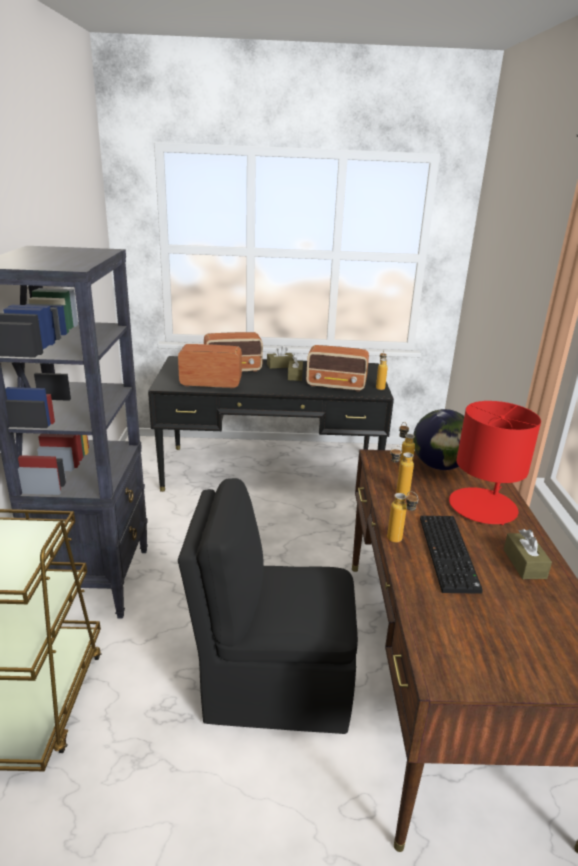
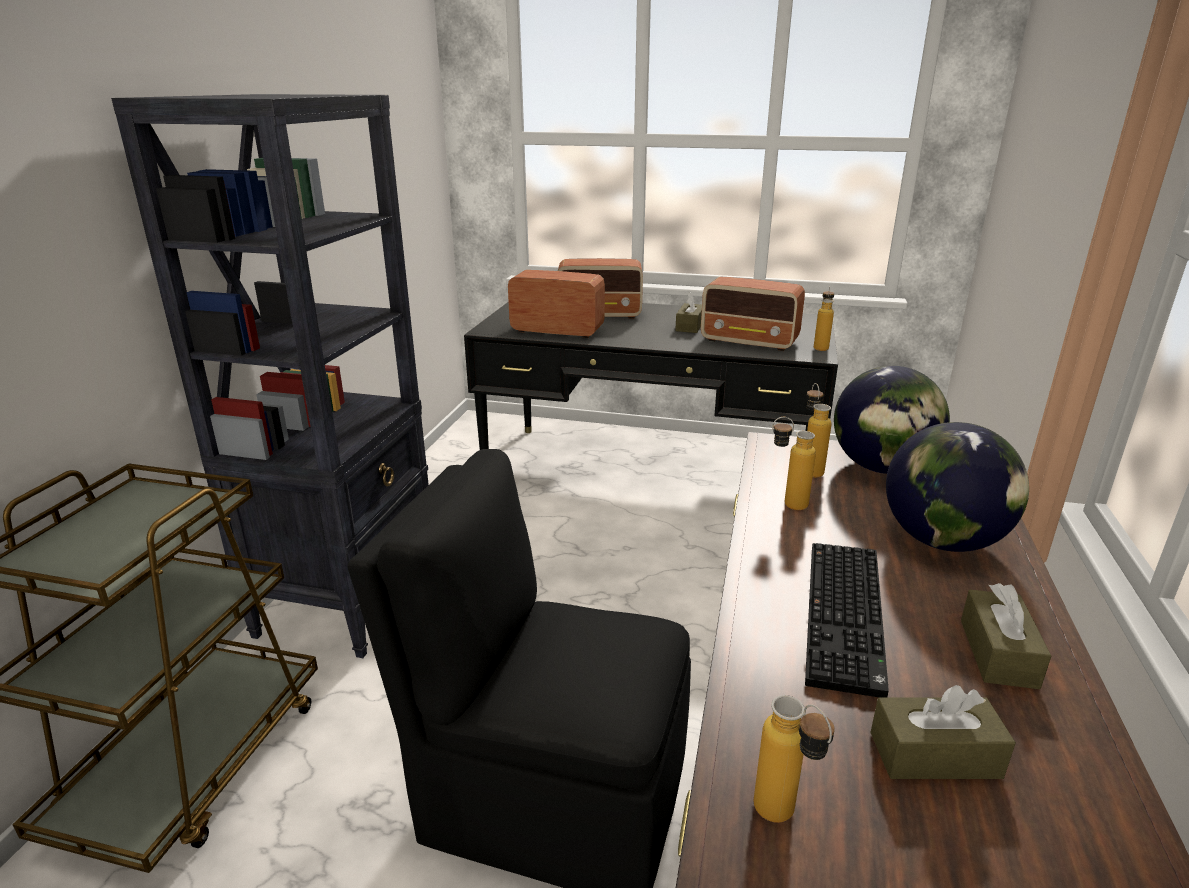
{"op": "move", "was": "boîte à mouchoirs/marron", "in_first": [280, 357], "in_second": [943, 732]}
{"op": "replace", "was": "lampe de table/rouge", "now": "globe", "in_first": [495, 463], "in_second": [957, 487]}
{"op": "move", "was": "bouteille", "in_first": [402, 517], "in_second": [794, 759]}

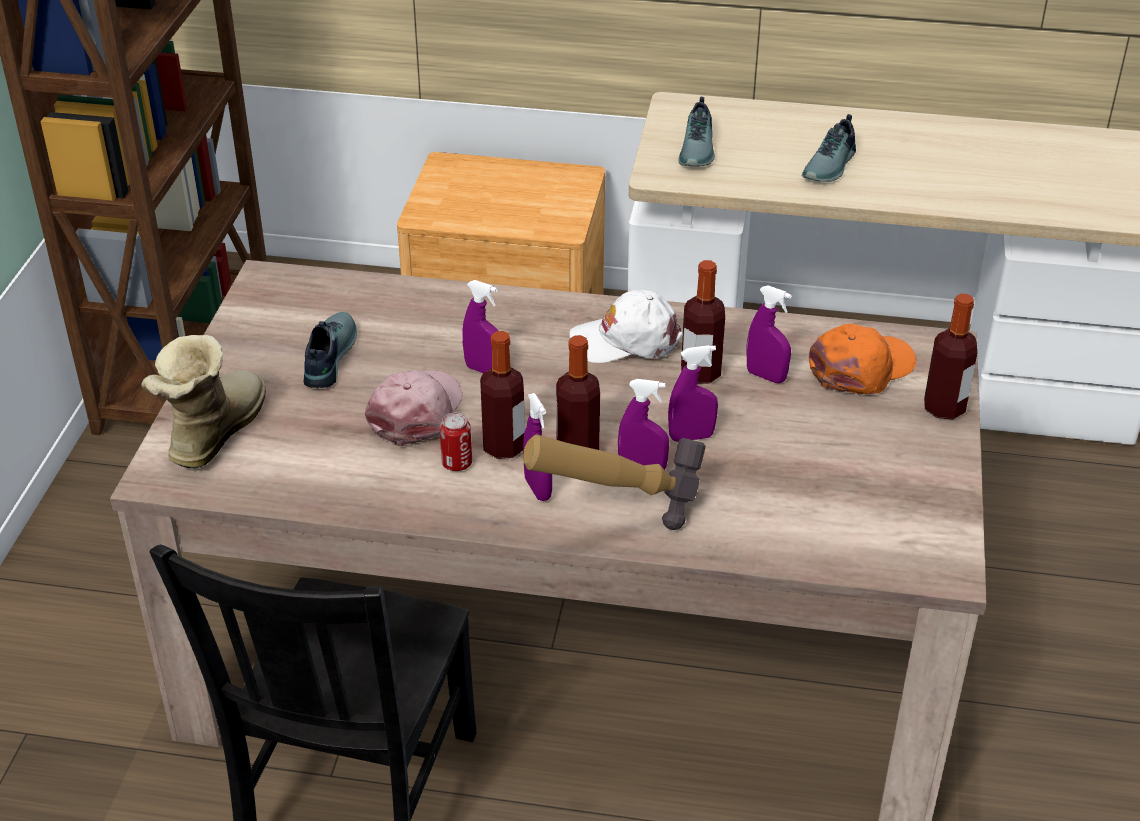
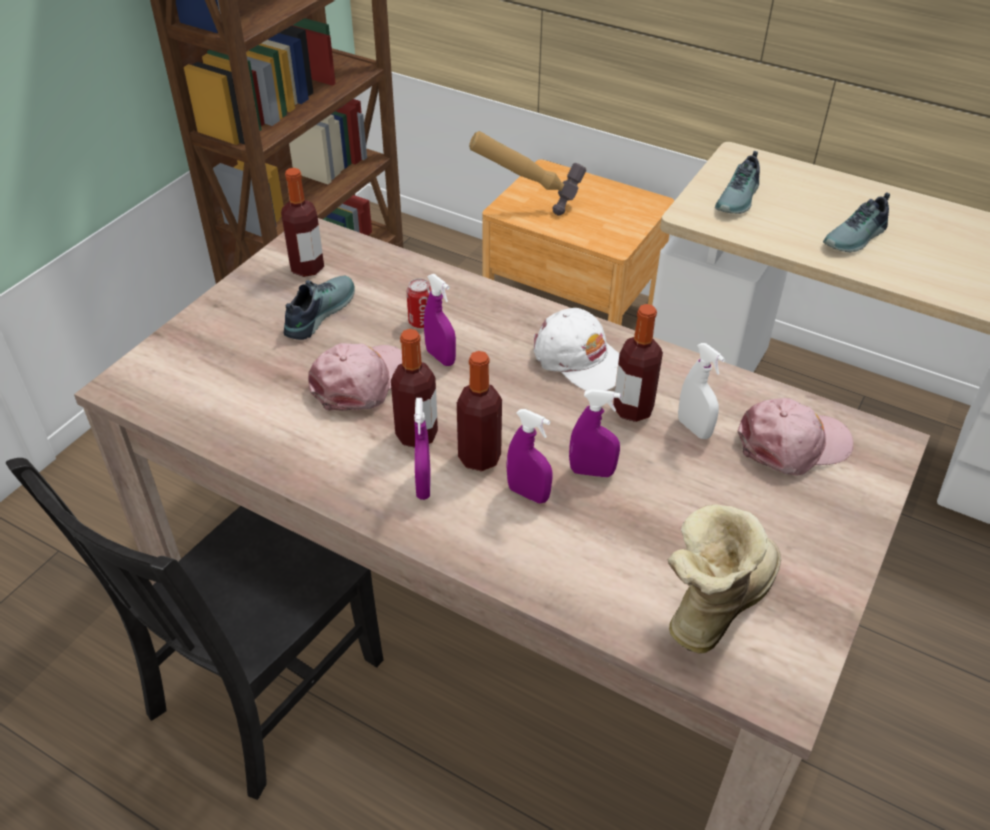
{"op": "recolor", "was": "vaporisateur/violet", "now": "vaporisateur/blanc", "in_first": [769, 334], "in_second": [701, 391]}
{"op": "rotate", "was": "casquette/blanc", "in_first": [626, 326], "in_second": [576, 349], "clockwise": -150}
{"op": "move", "was": "bouteille", "in_first": [950, 356], "in_second": [302, 222]}
{"op": "recolor", "was": "casquette/orange", "now": "casquette/rose", "in_first": [862, 359], "in_second": [795, 437]}
{"op": "move", "was": "botte", "in_first": [203, 401], "in_second": [724, 578]}
{"op": "move", "was": "boîte métallique", "in_first": [456, 442], "in_second": [419, 303]}
{"op": "move", "was": "marteau", "in_first": [614, 482], "in_second": [527, 173]}

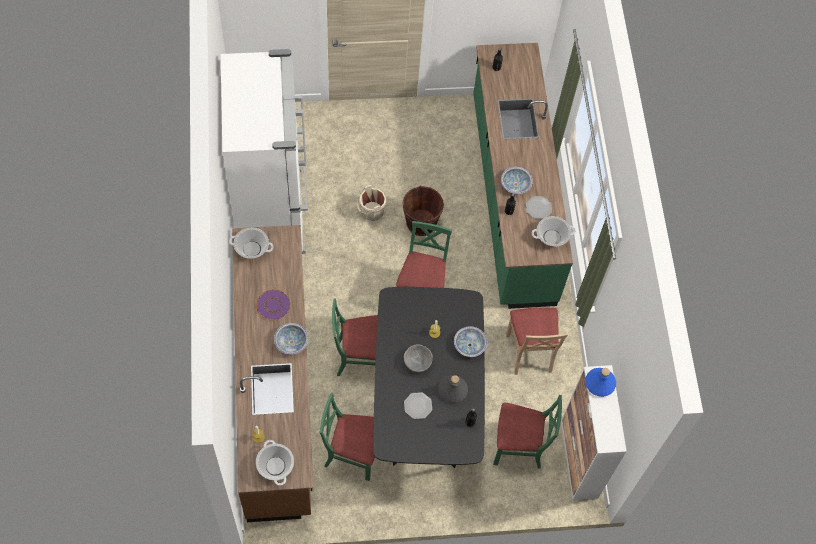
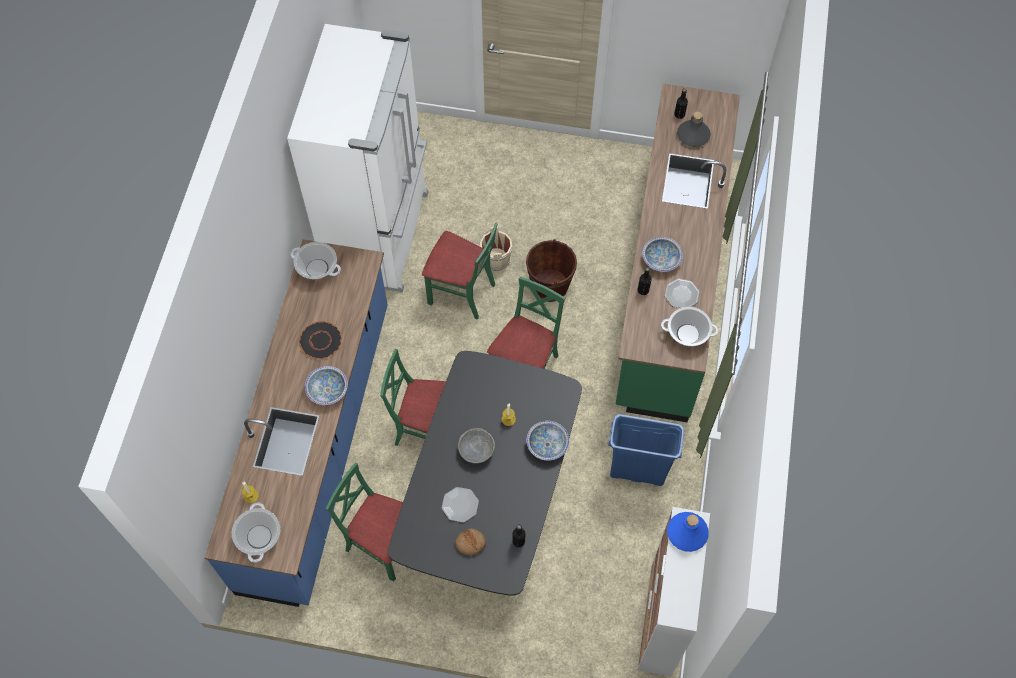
{"op": "recolor", "was": "comptoir de cuisine/marron", "now": "comptoir de cuisine/bleu", "in_first": [273, 373], "in_second": [296, 423]}
{"op": "recolor", "was": "assiette/violet", "now": "assiette/noir", "in_first": [273, 304], "in_second": [320, 340]}
{"op": "replace", "was": "chaise/beige", "now": "poubelle/bleu", "in_first": [537, 341], "in_second": [646, 450]}
{"op": "move", "was": "bouteille/gris", "in_first": [453, 389], "in_second": [694, 129]}
{"op": "move", "was": "chaise/vert", "in_first": [527, 432], "in_second": [460, 271]}
{"op": "insert", "now": "pain", "in_second": [470, 541]}

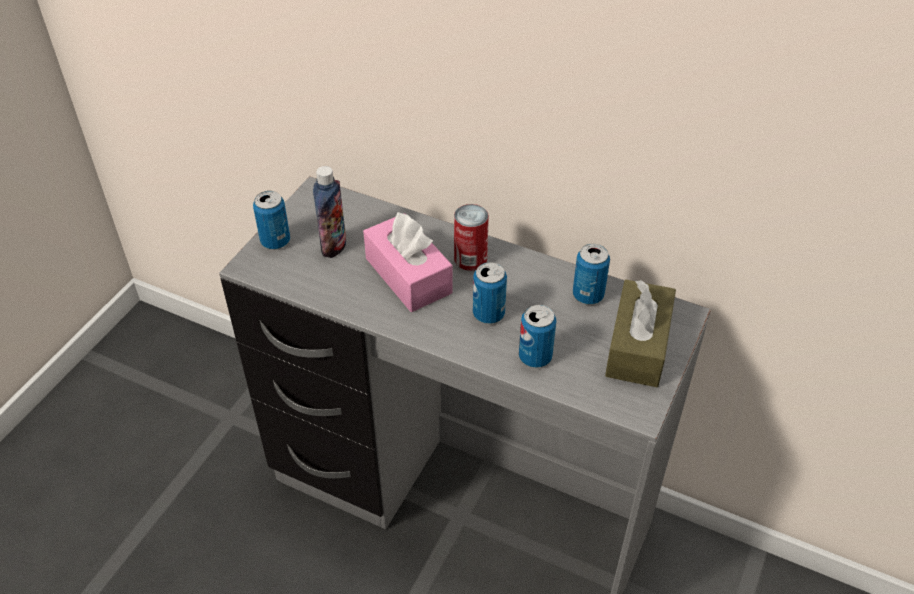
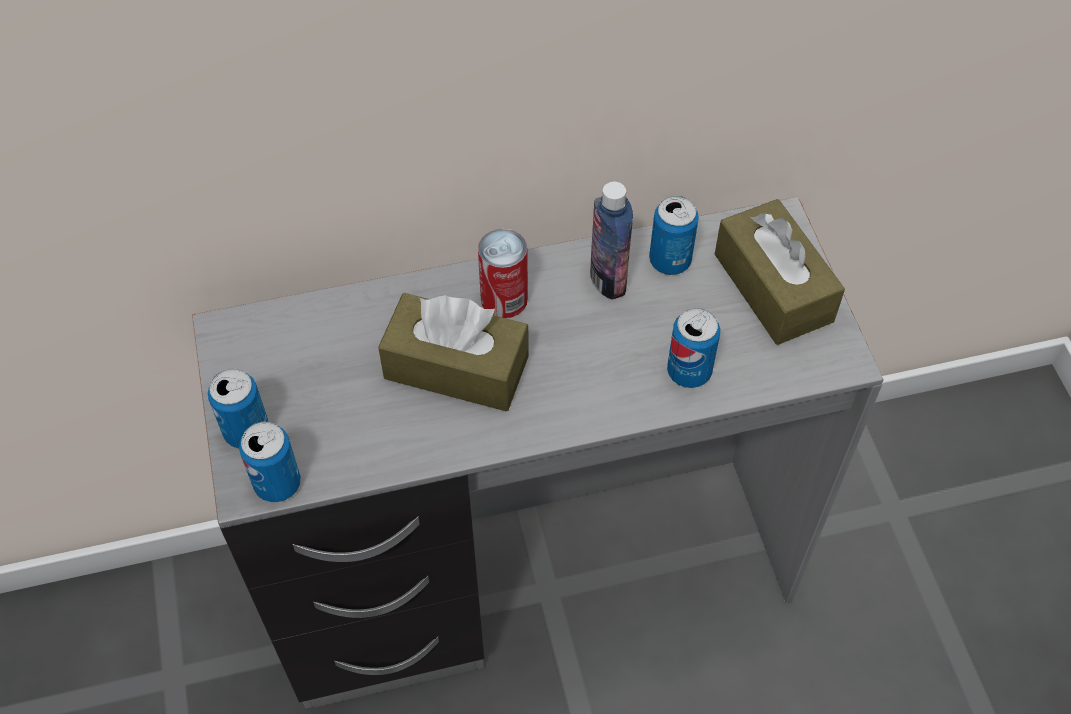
{"op": "move", "was": "bouteille", "in_first": [329, 212], "in_second": [611, 241]}
{"op": "recolor", "was": "boîte à mouchoirs/rose", "now": "boîte à mouchoirs/marron", "in_first": [408, 262], "in_second": [453, 352]}
{"op": "move", "was": "boîte métallique", "in_first": [490, 293], "in_second": [270, 462]}

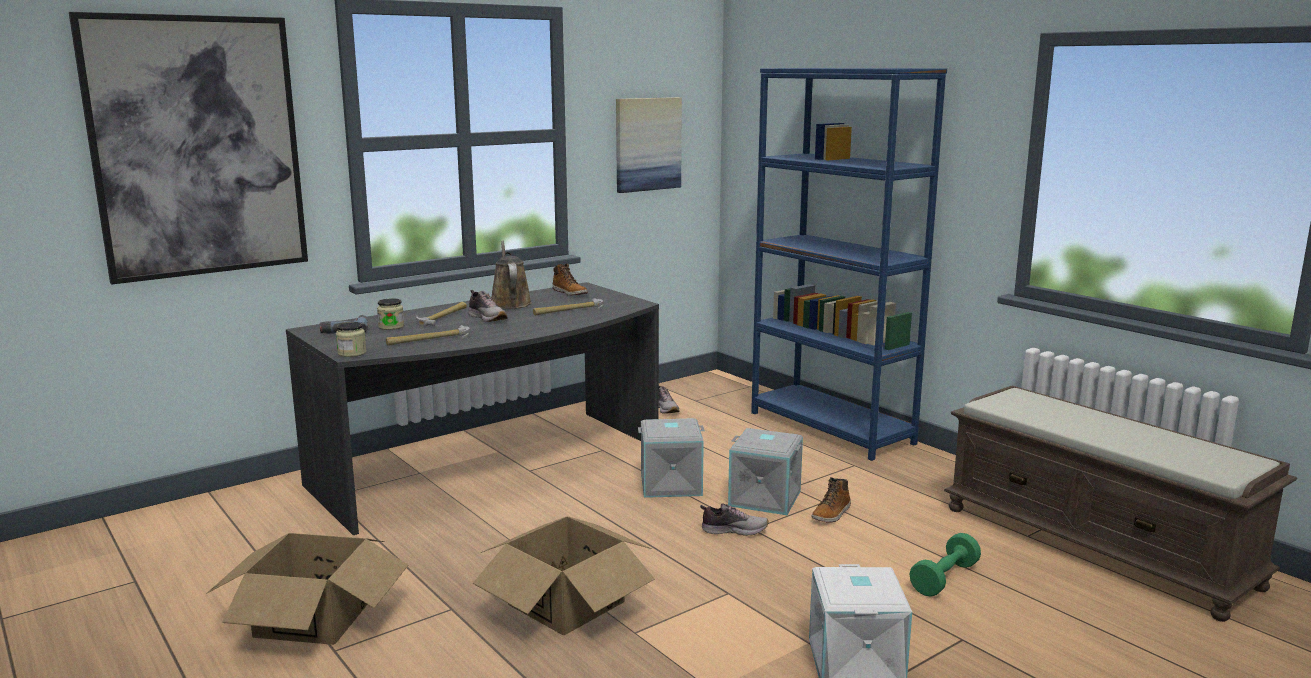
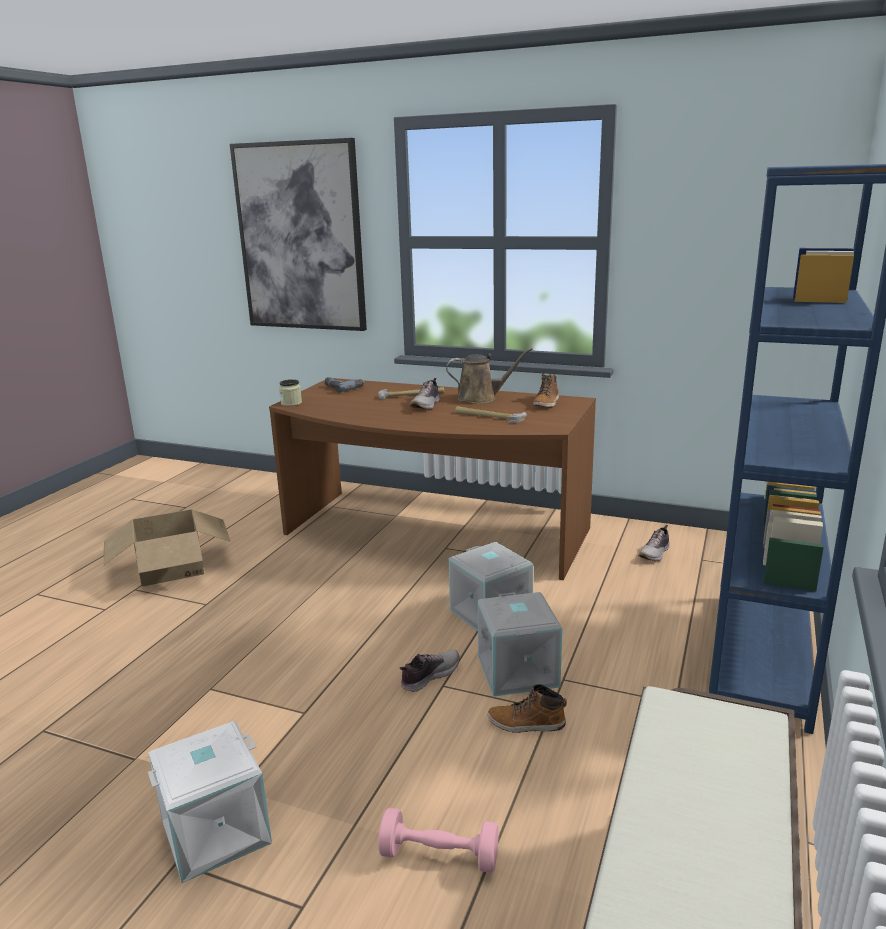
{"op": "delete", "was": "tableau", "in_first": [649, 145]}
{"op": "rotate", "was": "arrosoir/marron", "in_first": [511, 275], "in_second": [489, 376], "clockwise": 45}
{"op": "recolor", "was": "bureau/gris", "now": "bureau/marron", "in_first": [472, 408], "in_second": [432, 479]}
{"op": "delete", "was": "bocal", "in_first": [390, 314]}
{"op": "delete", "was": "marteau", "in_first": [428, 335]}
{"op": "rotate", "was": "chaussure", "in_first": [734, 519], "in_second": [430, 671], "clockwise": -105}
{"op": "delete", "was": "carton", "in_first": [564, 575]}
{"op": "recolor", "was": "haltère/vert", "now": "haltère/rose", "in_first": [945, 565], "in_second": [438, 840]}

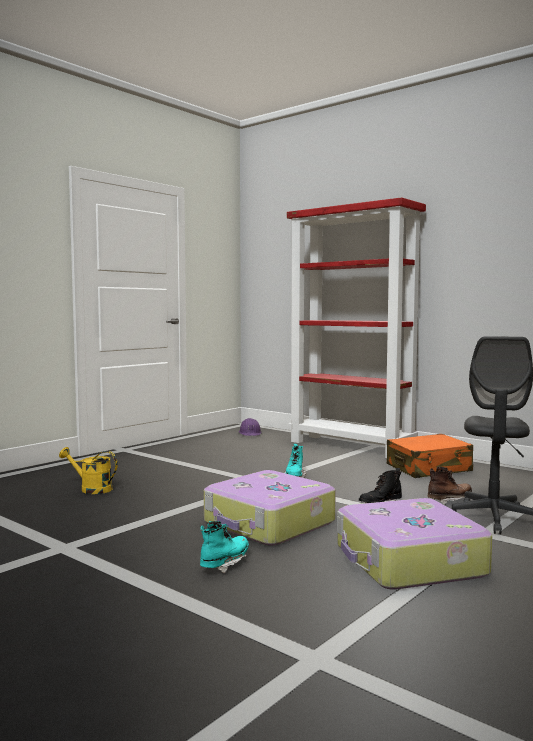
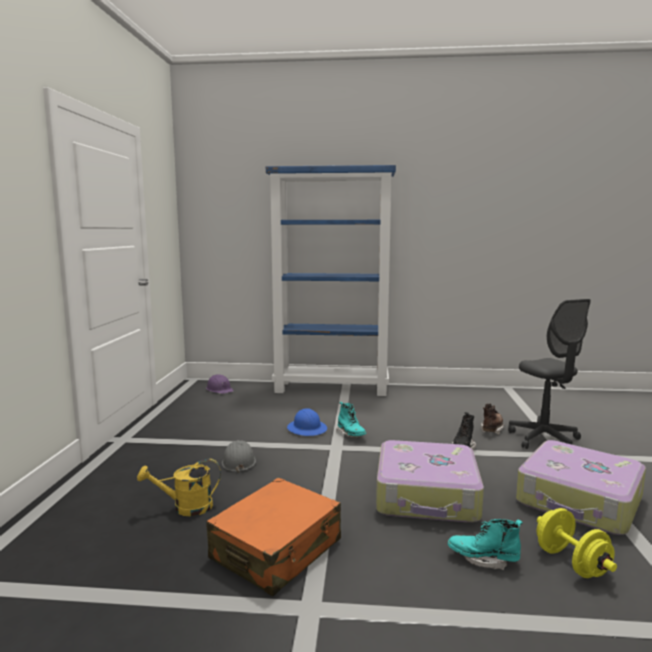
{"op": "recolor", "was": "bibliothèque/rouge", "now": "bibliothèque/bleu", "in_first": [356, 327], "in_second": [331, 280]}
{"op": "move", "was": "valise/orange", "in_first": [430, 456], "in_second": [273, 537]}
{"op": "rotate", "was": "botte/turquoise", "in_first": [224, 547], "in_second": [485, 544], "clockwise": -75}
{"op": "insert", "now": "casque de chantier/bleu", "in_second": [307, 422]}
{"op": "insert", "now": "casque de chantier/gris", "in_second": [239, 456]}
{"op": "insert", "now": "haltère/jaune", "in_second": [577, 543]}

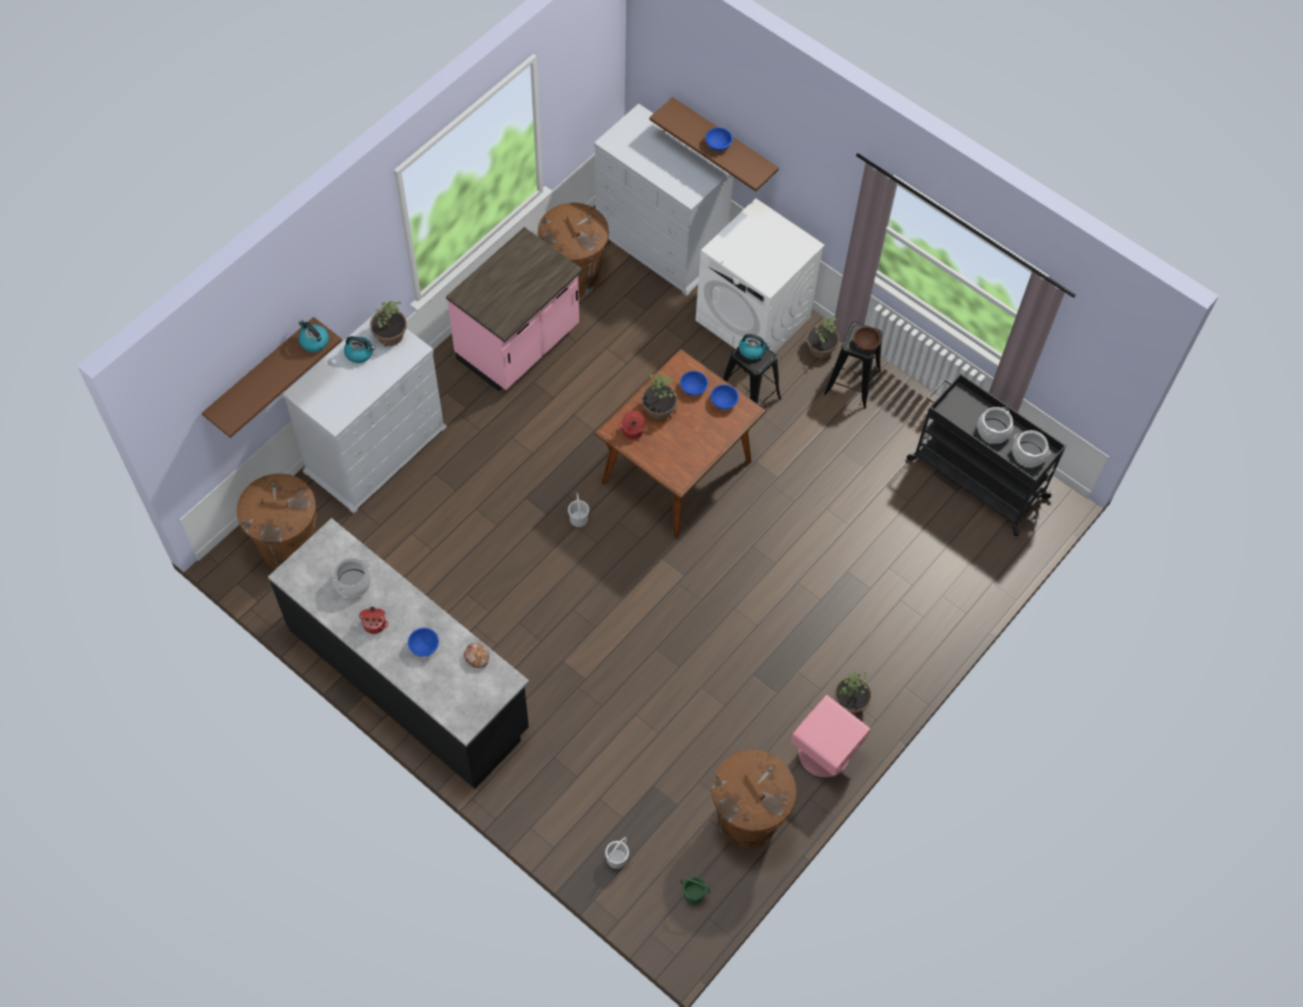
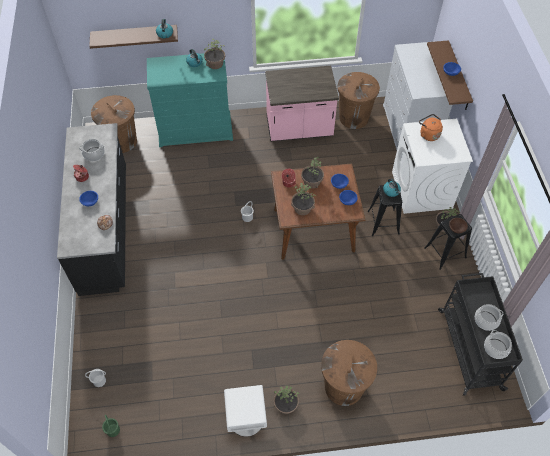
{"op": "recolor", "was": "commode/blanc", "now": "commode/turquoise", "in_first": [364, 411], "in_second": [190, 100]}
{"op": "recolor", "was": "table de chevet/rose", "now": "table de chevet/blanc", "in_first": [831, 736], "in_second": [245, 411]}
{"op": "move", "was": "poubelle/marron", "in_first": [753, 799], "in_second": [349, 373]}
{"op": "insert", "now": "bouilloire/orange", "in_second": [431, 127]}
{"op": "insert", "now": "plante en pot", "in_second": [303, 199]}

